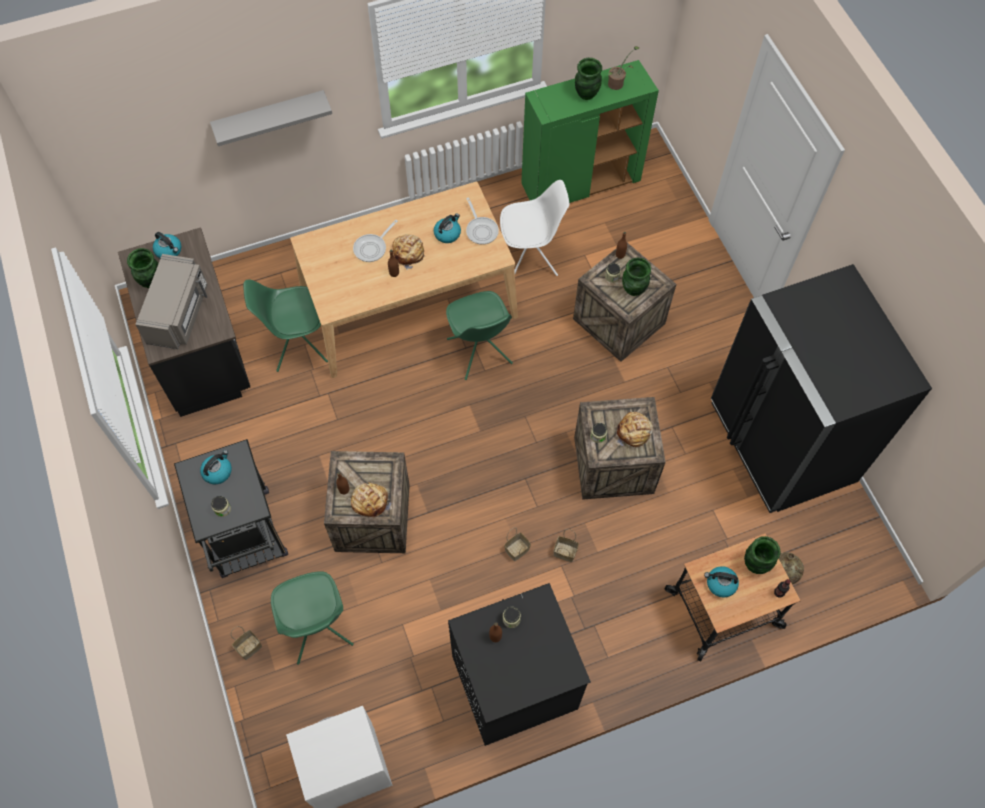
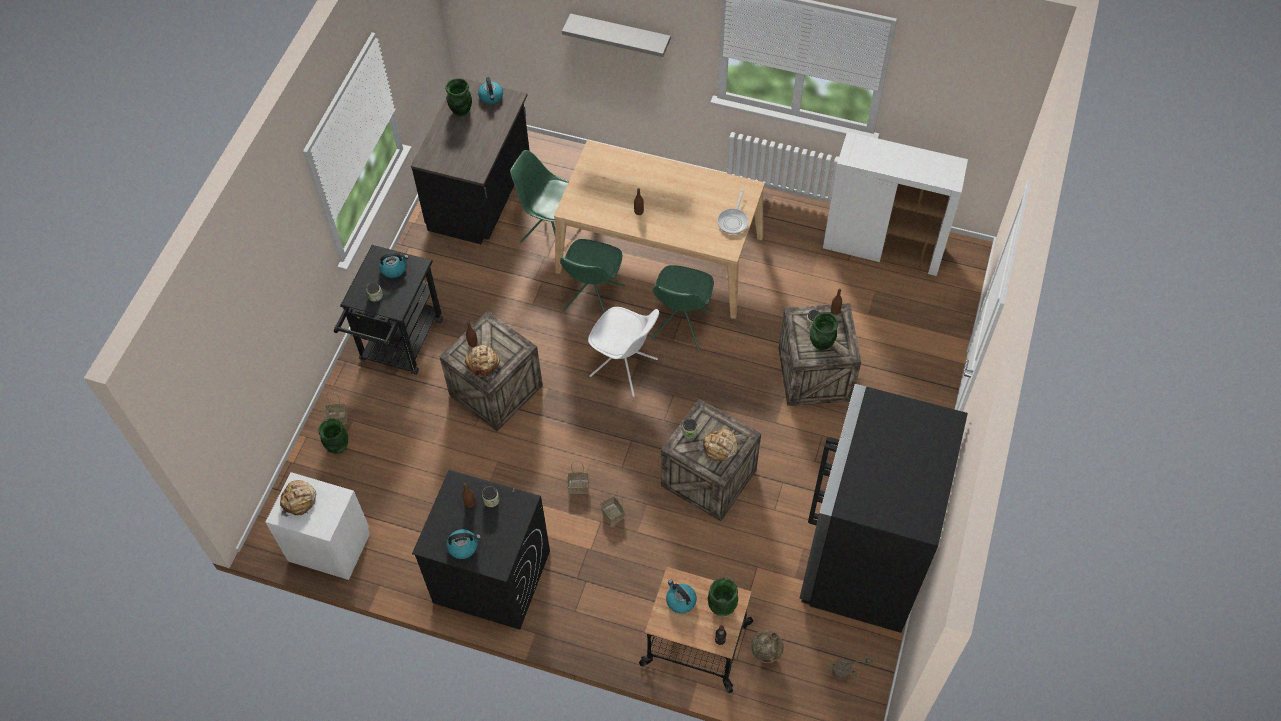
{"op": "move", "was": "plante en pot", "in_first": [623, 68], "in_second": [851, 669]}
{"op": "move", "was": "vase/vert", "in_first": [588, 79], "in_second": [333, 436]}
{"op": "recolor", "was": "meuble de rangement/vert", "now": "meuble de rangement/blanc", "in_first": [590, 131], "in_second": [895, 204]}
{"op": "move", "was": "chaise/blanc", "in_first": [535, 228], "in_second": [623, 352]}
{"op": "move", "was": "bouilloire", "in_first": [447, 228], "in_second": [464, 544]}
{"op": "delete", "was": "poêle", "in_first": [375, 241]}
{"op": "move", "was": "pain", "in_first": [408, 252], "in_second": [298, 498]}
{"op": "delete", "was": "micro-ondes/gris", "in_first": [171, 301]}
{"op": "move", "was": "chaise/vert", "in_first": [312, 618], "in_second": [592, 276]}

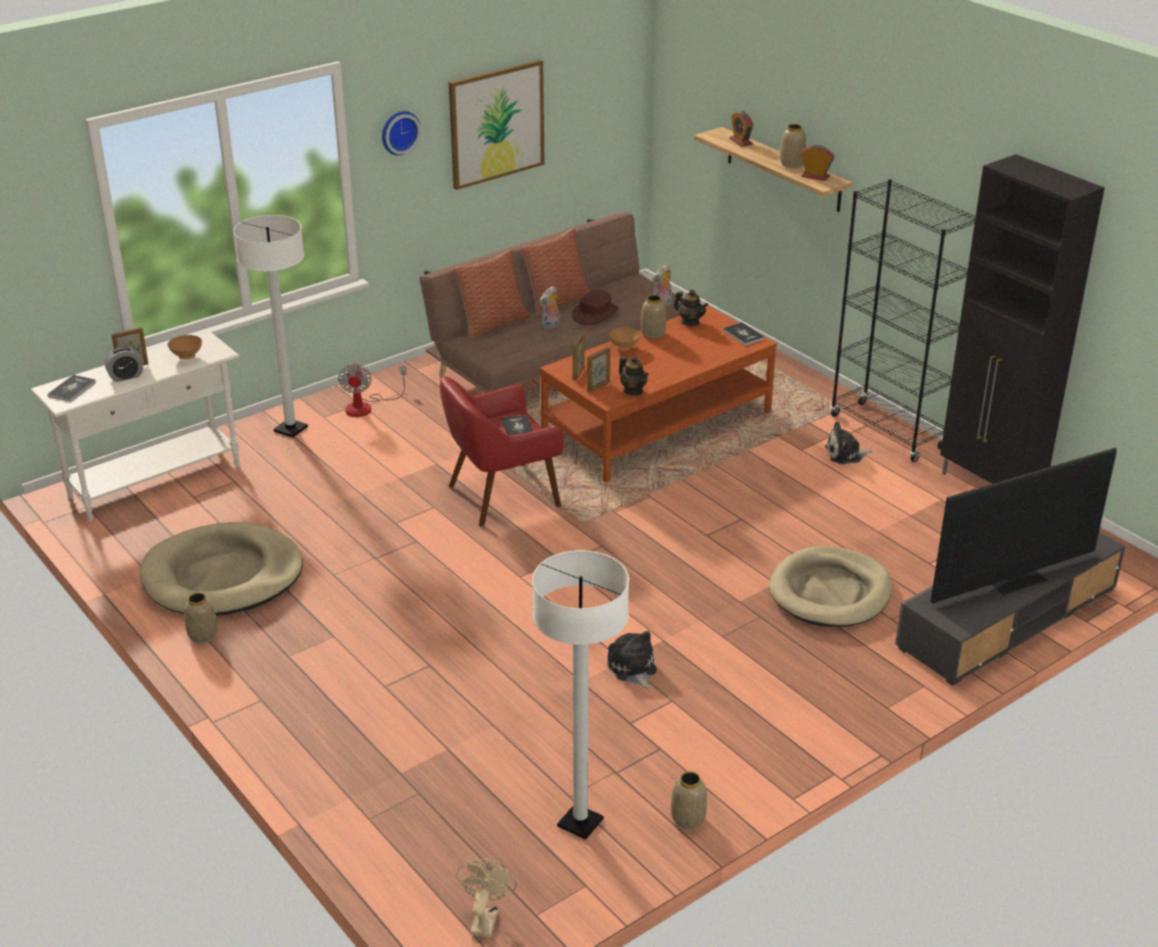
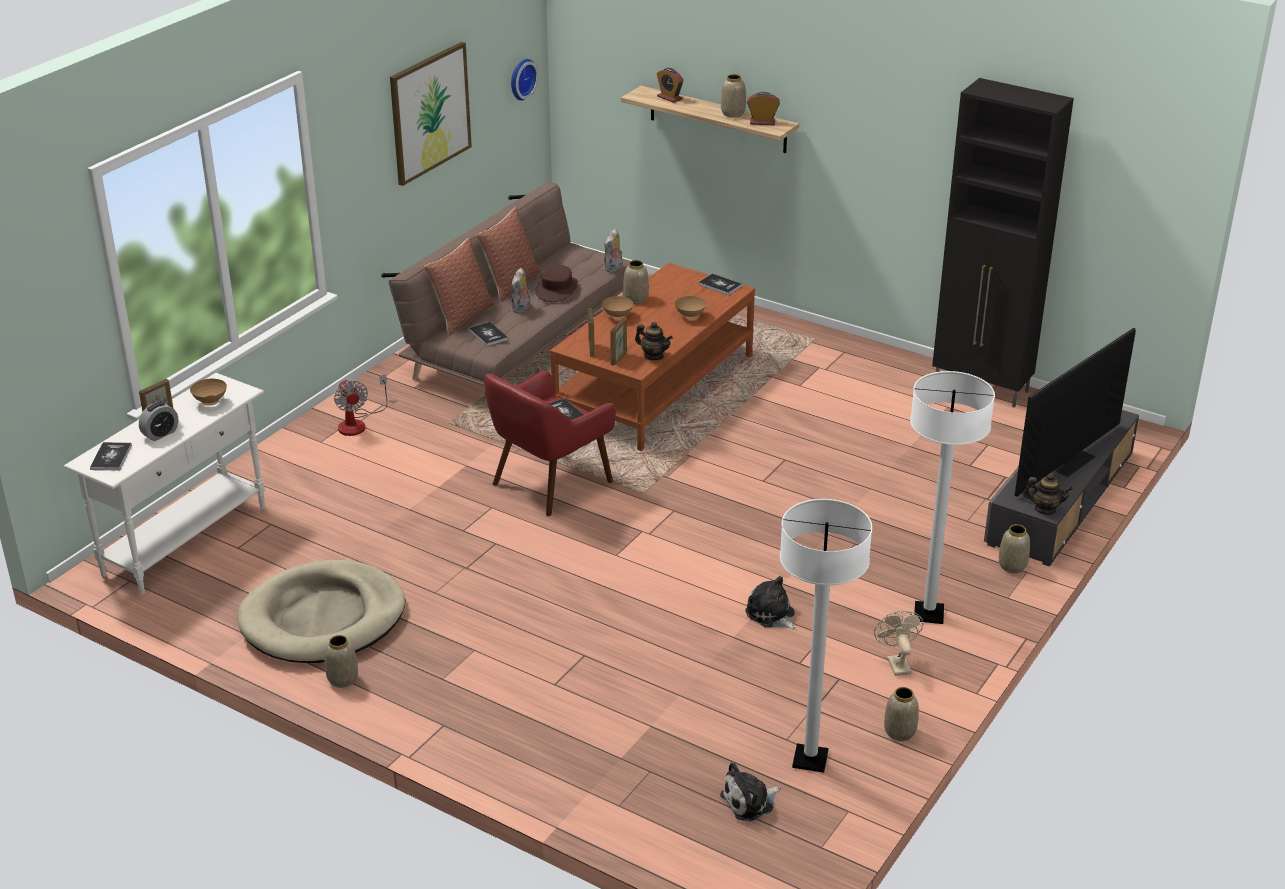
{"op": "move", "was": "horloge murale", "in_first": [401, 133], "in_second": [525, 80]}
{"op": "delete", "was": "bibliothèque/noir", "in_first": [903, 320]}
{"op": "move", "was": "lampadaire/blanc", "in_first": [270, 326], "in_second": [952, 497]}
{"op": "move", "was": "théière", "in_first": [691, 307], "in_second": [1048, 494]}
{"op": "move", "was": "peluche", "in_first": [848, 442], "in_second": [750, 791]}
{"op": "delete", "was": "panier pour chien/beige", "in_first": [830, 586]}
{"op": "move", "was": "ventilateur/beige", "in_first": [486, 898], "in_second": [899, 643]}
{"op": "insert", "now": "bol/marron", "in_second": [690, 307]}
{"op": "insert", "now": "livre", "in_second": [488, 334]}
{"op": "insert", "now": "vase", "in_second": [1014, 548]}

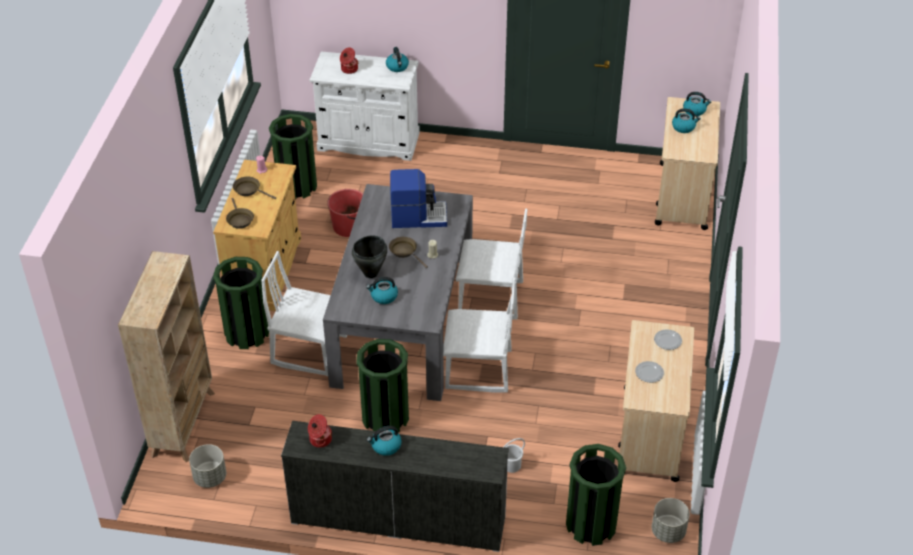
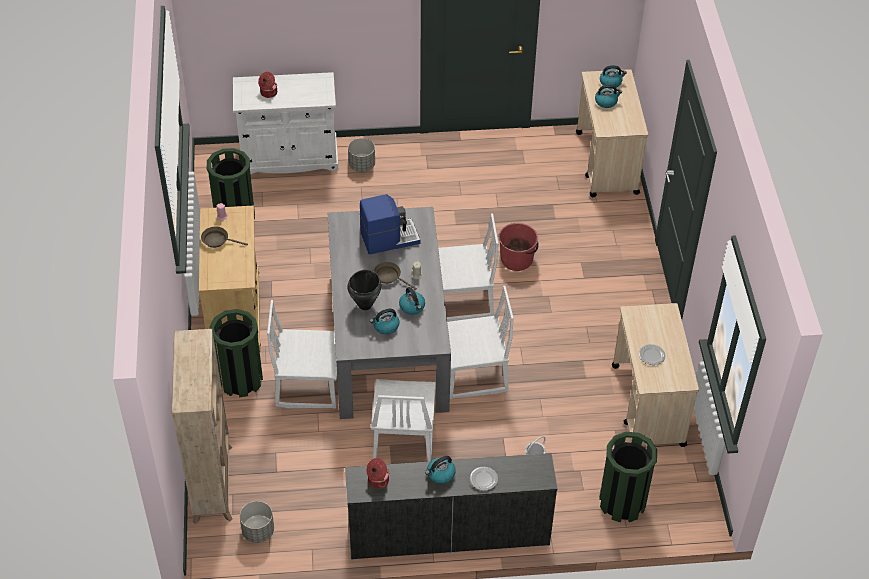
{"op": "move", "was": "bouilloire", "in_first": [397, 59], "in_second": [412, 301]}
{"op": "move", "was": "seau/rouge", "in_first": [345, 213], "in_second": [519, 247]}
{"op": "delete", "was": "poêle/marron", "in_first": [240, 213]}
{"op": "move", "was": "assiette", "in_first": [668, 339], "in_second": [484, 479]}
{"op": "replace", "was": "poubelle/vert", "now": "chaise/blanc", "in_first": [382, 385], "in_second": [403, 420]}
{"op": "move", "was": "cache-pot/gris", "in_first": [671, 520], "in_second": [361, 155]}

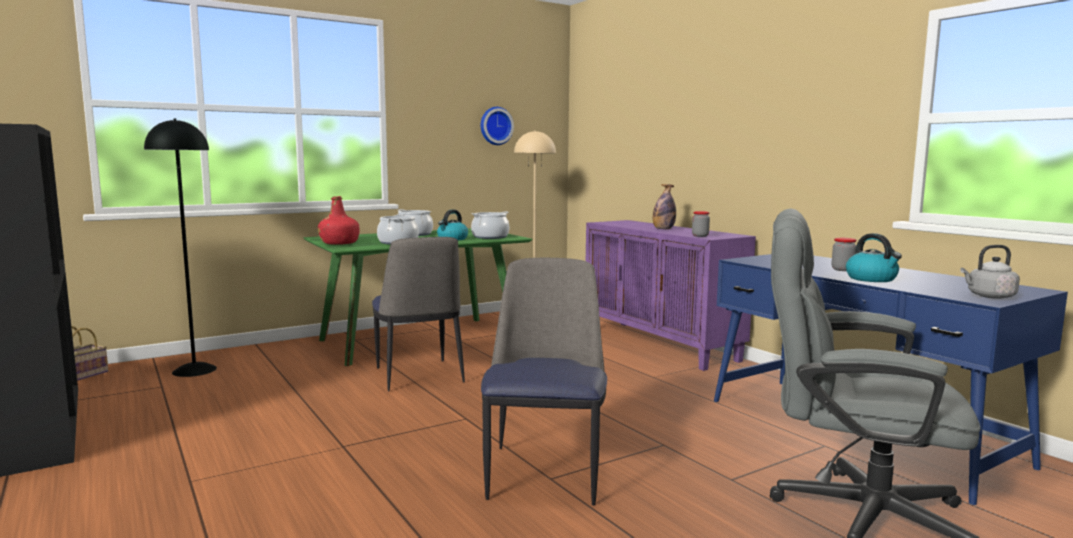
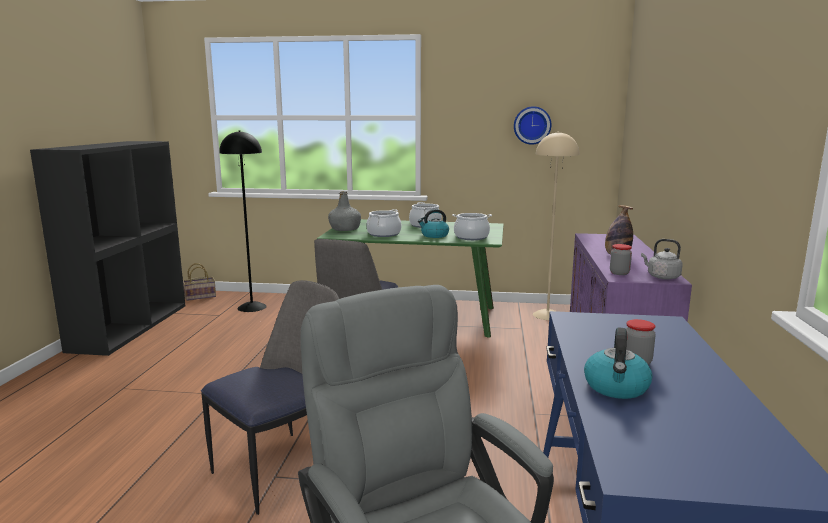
{"op": "recolor", "was": "bouteille/rouge", "now": "bouteille/gris", "in_first": [338, 220], "in_second": [344, 211]}
{"op": "move", "was": "bouilloire/gris", "in_first": [990, 272], "in_second": [662, 259]}

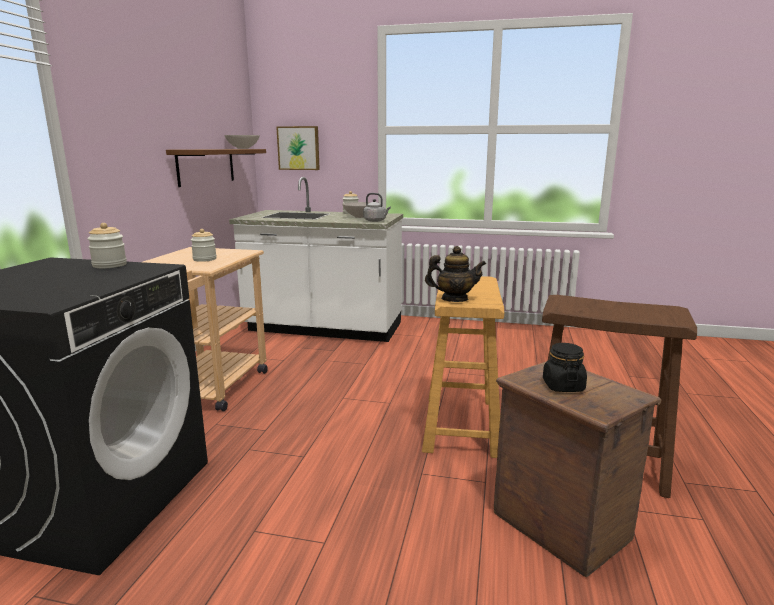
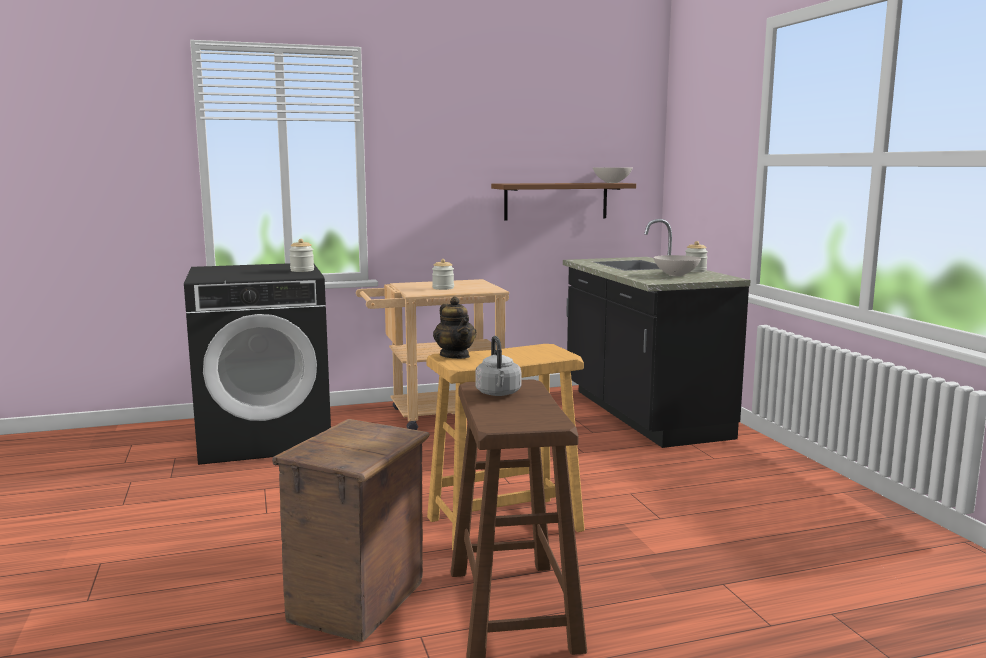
{"op": "delete", "was": "tableau", "in_first": [298, 148]}
{"op": "recolor", "was": "comptoir de cuisine/blanc", "now": "comptoir de cuisine/noir", "in_first": [316, 259], "in_second": [656, 333]}
{"op": "move", "was": "bouilloire/gris", "in_first": [377, 207], "in_second": [498, 366]}
{"op": "delete", "was": "bocal/noir", "in_first": [565, 367]}

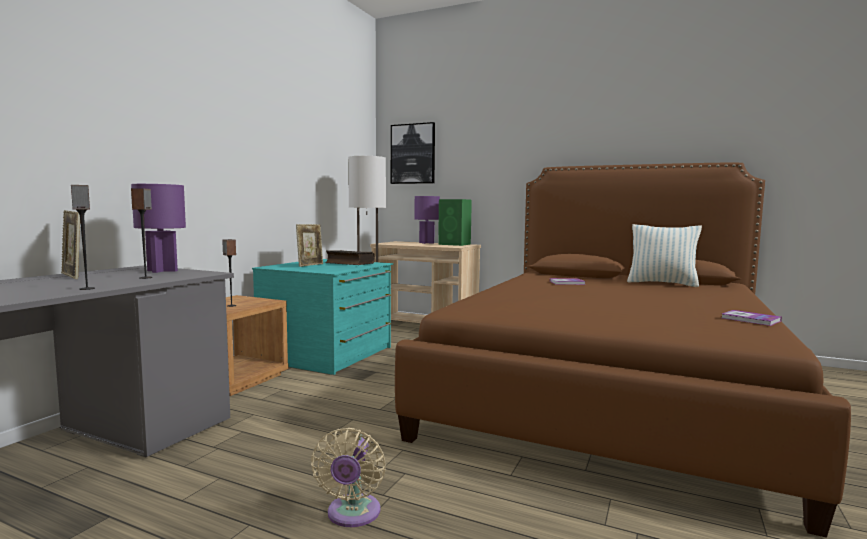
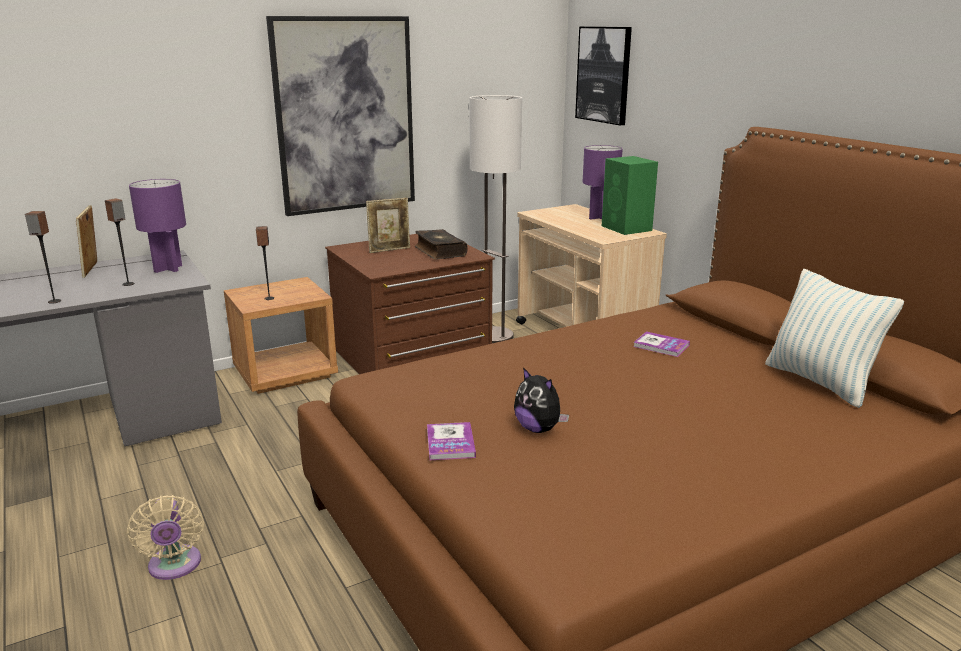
{"op": "recolor", "was": "commode/turquoise", "now": "commode/marron", "in_first": [322, 317], "in_second": [410, 304]}
{"op": "move", "was": "livre", "in_first": [752, 318], "in_second": [451, 441]}
{"op": "rotate", "was": "ventilateur/beige", "in_first": [348, 477], "in_second": [165, 537], "clockwise": -60}
{"op": "insert", "now": "tableau", "in_second": [340, 116]}
{"op": "insert", "now": "peluche", "in_second": [541, 400]}

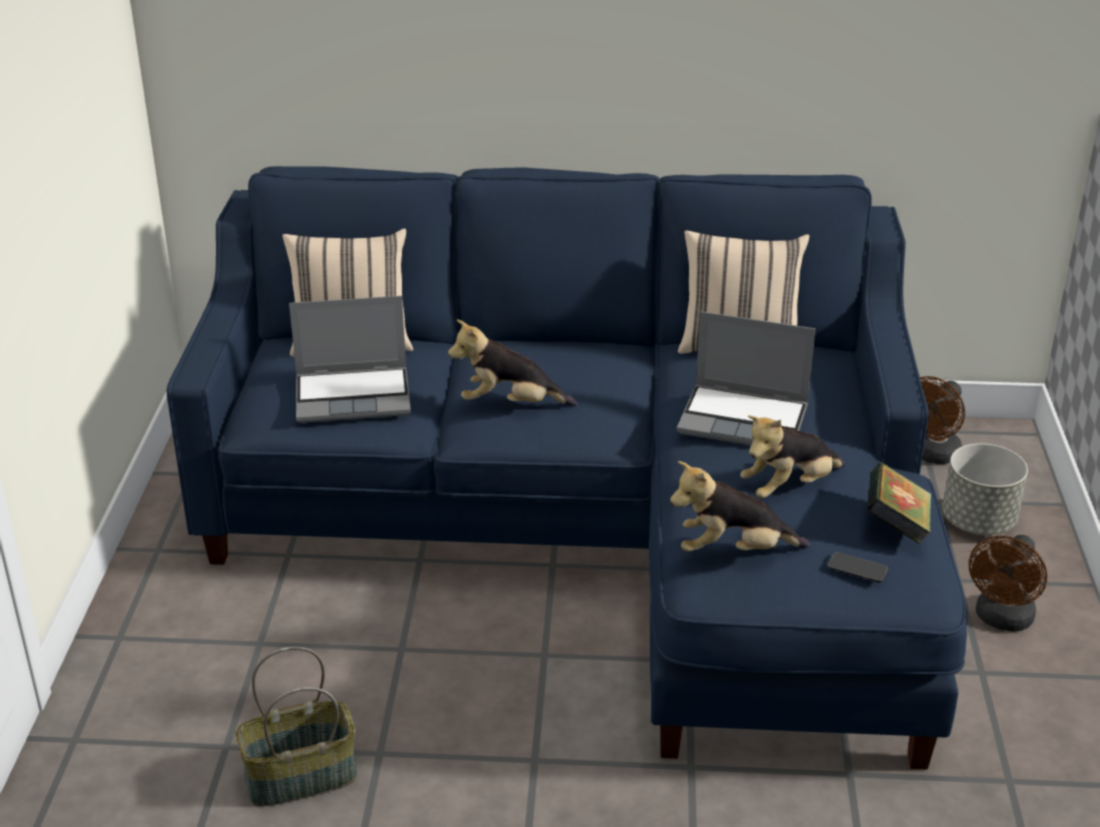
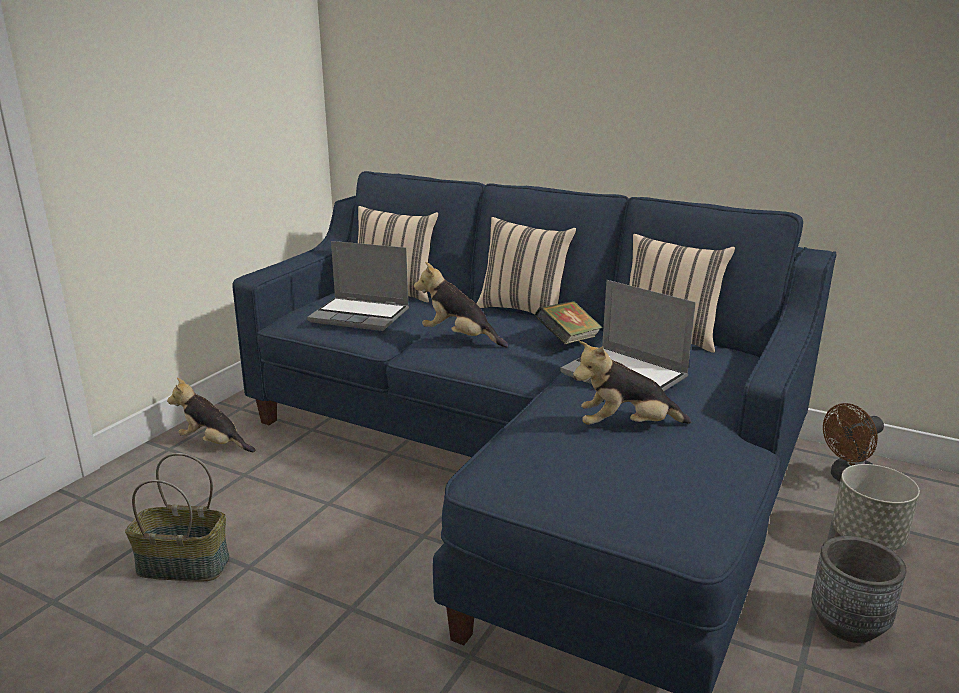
{"op": "move", "was": "peluche", "in_first": [740, 506], "in_second": [211, 415]}
{"op": "move", "was": "livre", "in_first": [899, 503], "in_second": [569, 322]}
{"op": "replace", "was": "ventilateur/marron", "now": "cache-pot/gris", "in_first": [1008, 583], "in_second": [858, 589]}
{"op": "delete", "was": "téléphone", "in_first": [858, 567]}
{"op": "insert", "now": "coussin/beige", "in_second": [526, 265]}

